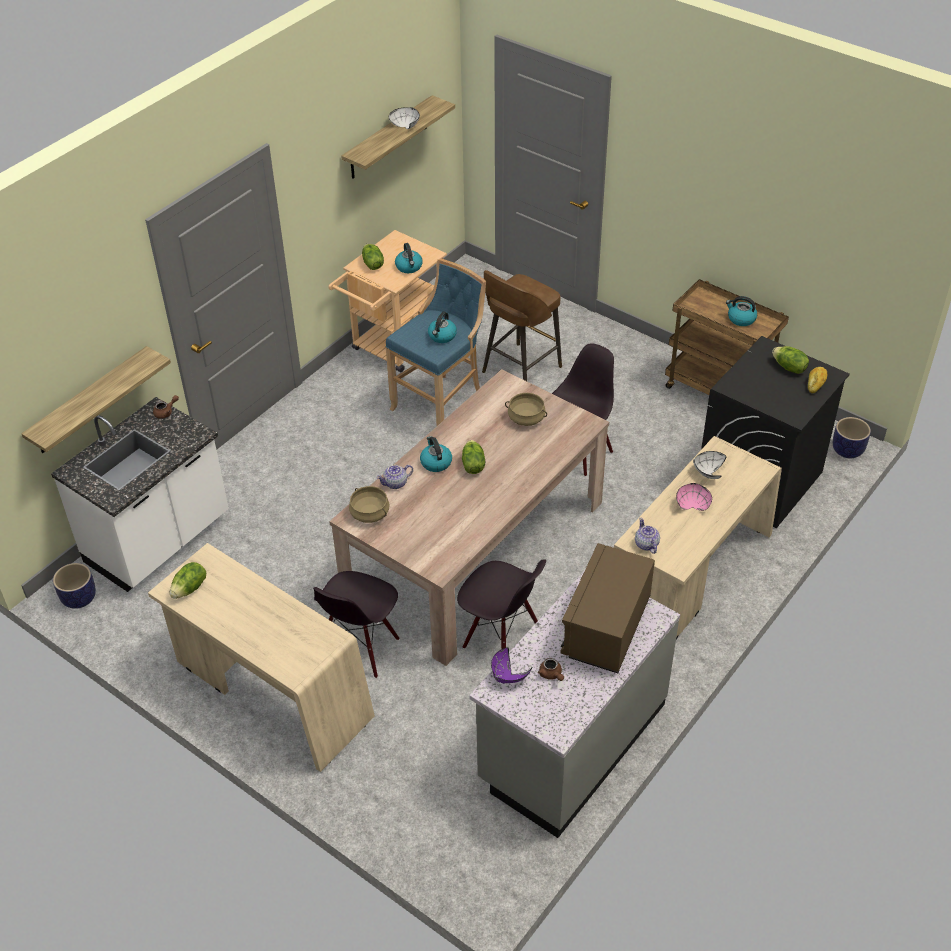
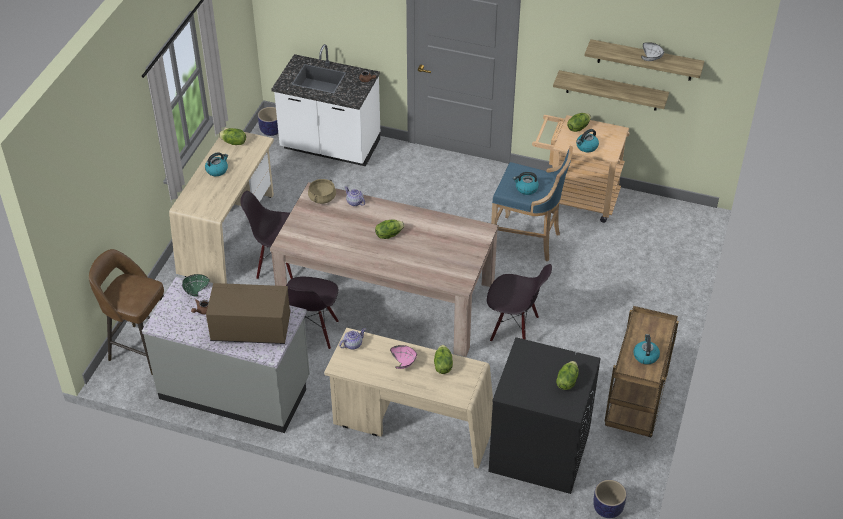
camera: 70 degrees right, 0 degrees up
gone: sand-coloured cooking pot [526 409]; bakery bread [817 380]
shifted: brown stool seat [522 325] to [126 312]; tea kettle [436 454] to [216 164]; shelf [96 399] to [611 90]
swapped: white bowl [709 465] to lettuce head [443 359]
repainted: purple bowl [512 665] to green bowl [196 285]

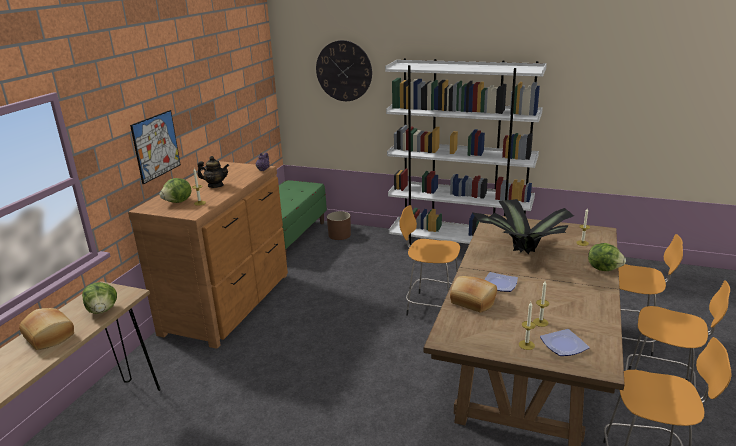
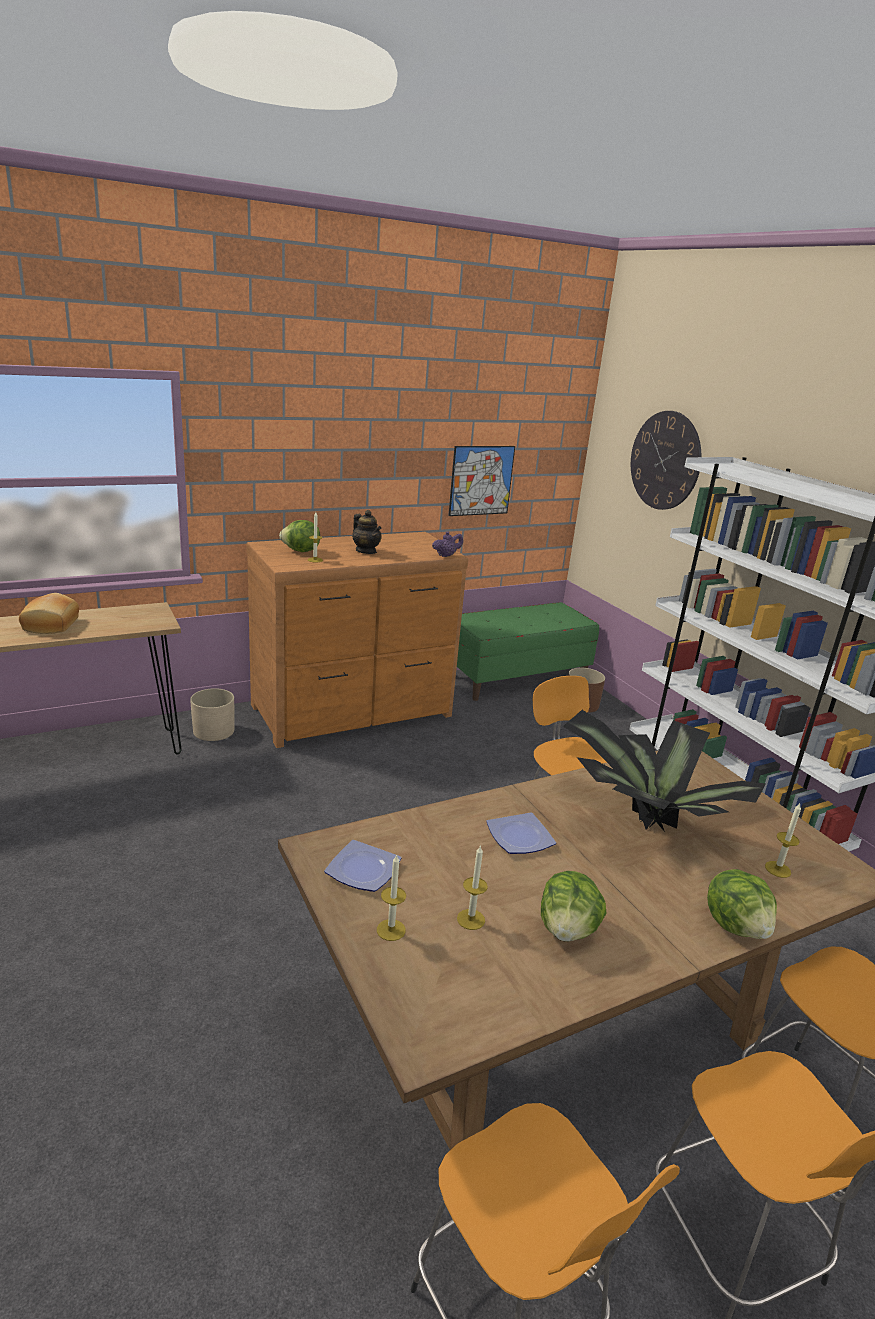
camera: 40 degrees right, 0 degrees up
gone: bakery bread [473 294]
new: sand-coloured planter [212 714]
shifted: flat dish [565 342] to [363 866]; picture [155 147] to [481 481]; lettuce head [99 298] to [574 906]

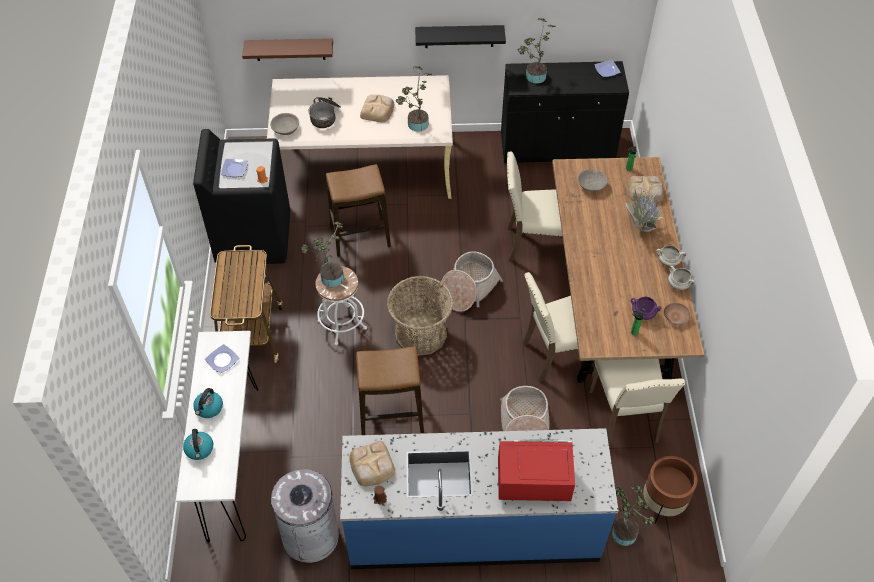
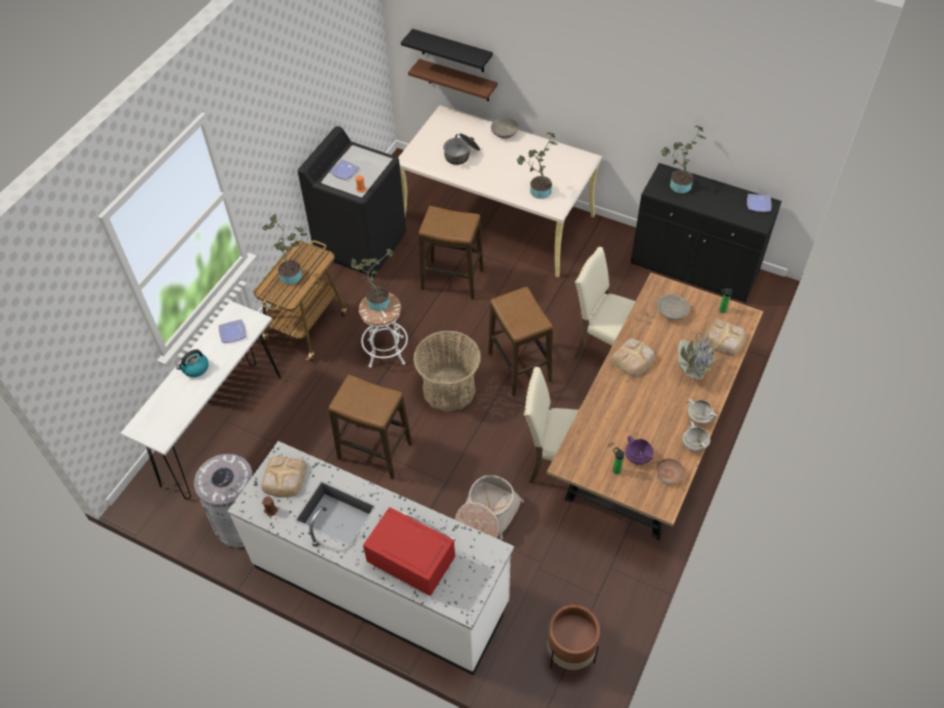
camera: 30 degrees right, 0 degrees up
gone: tea kettle [198 444]; sand-coloured upright chair [636 403]
shifted: plant in a pot [633 515] to [284 249]; black shelf [460 36] to [447 50]; greyish bowl [284 124] to [505 128]; bakery bread [377 108] to [633 357]
swapped: basket [471 281] to stool seat [520 341]
repainted: bluish counter [479 498] to white counter [370 558]

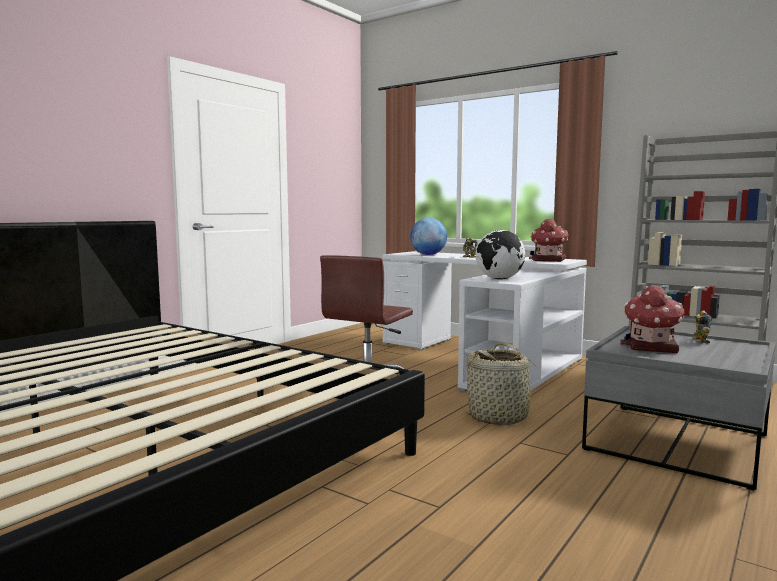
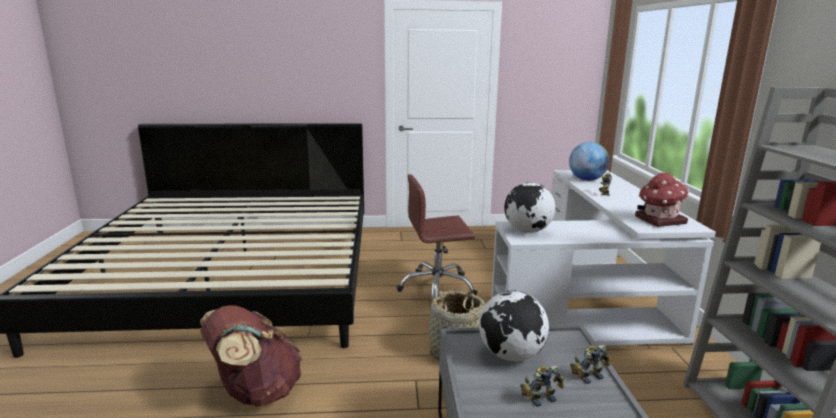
camera: 50 degrees right, 10 degrees up
new: brown knapsack [251 356]; toy robot [542 386]
swapped: miniature house [652 319] to world globe [514 325]

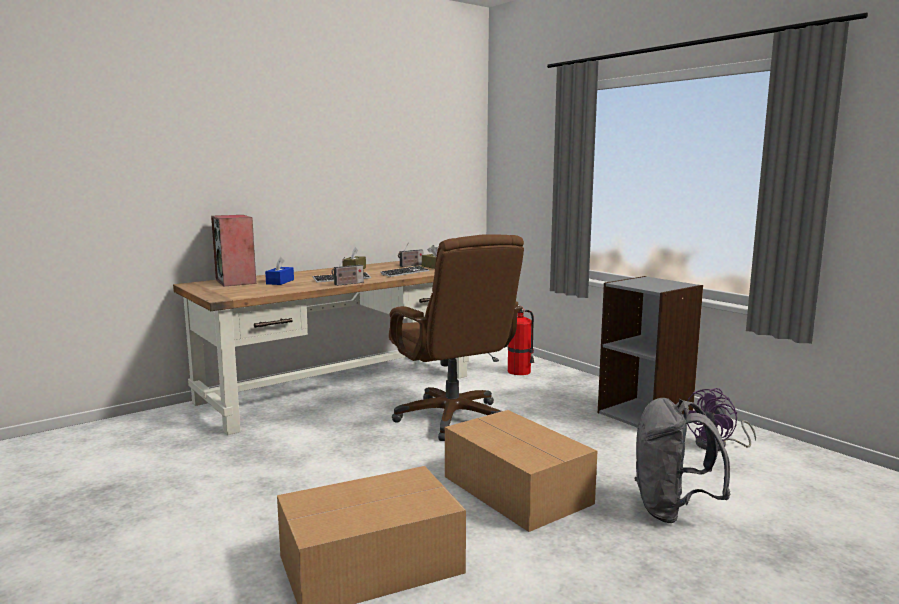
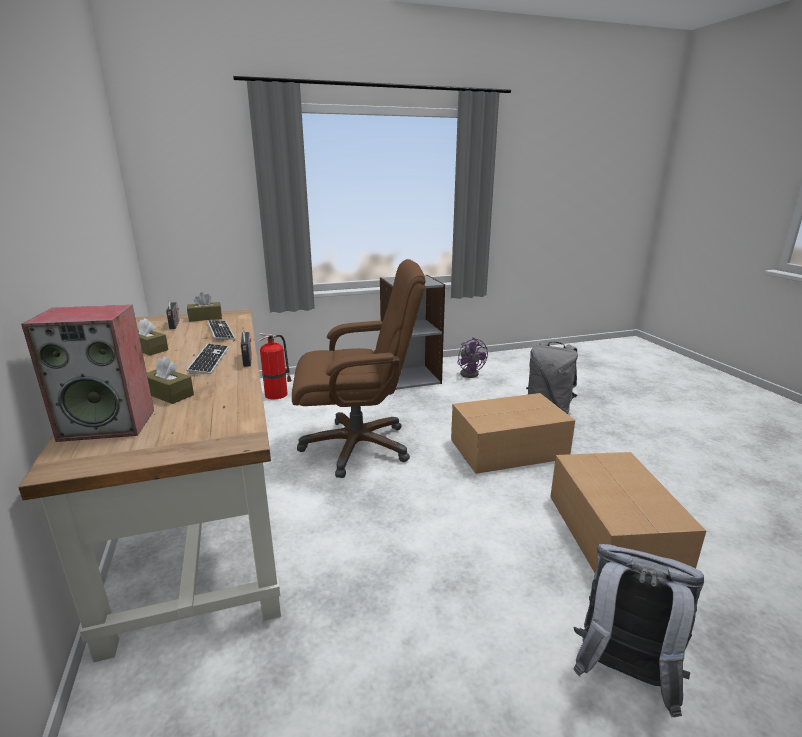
camera: 70 degrees left, 10 degrees up
new: greyish knapsack [638 630]
repainted: bluish tissue box [279 271] to brown tissue box [170 380]

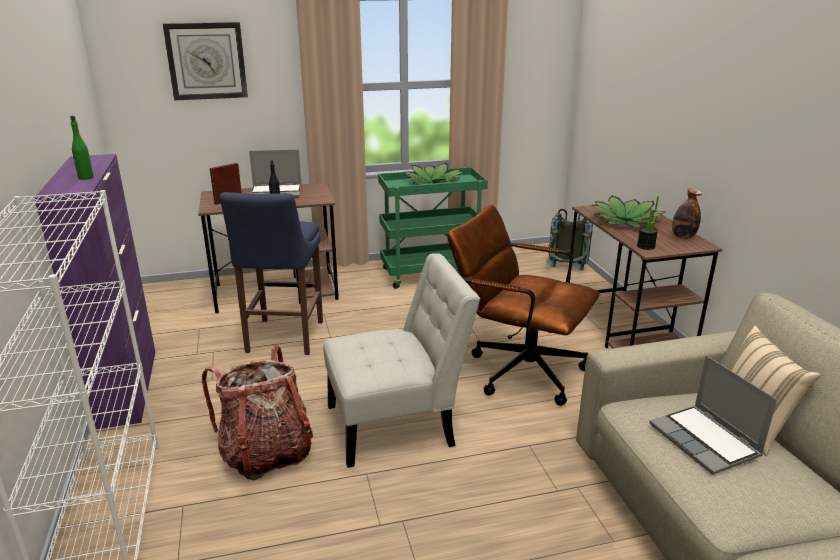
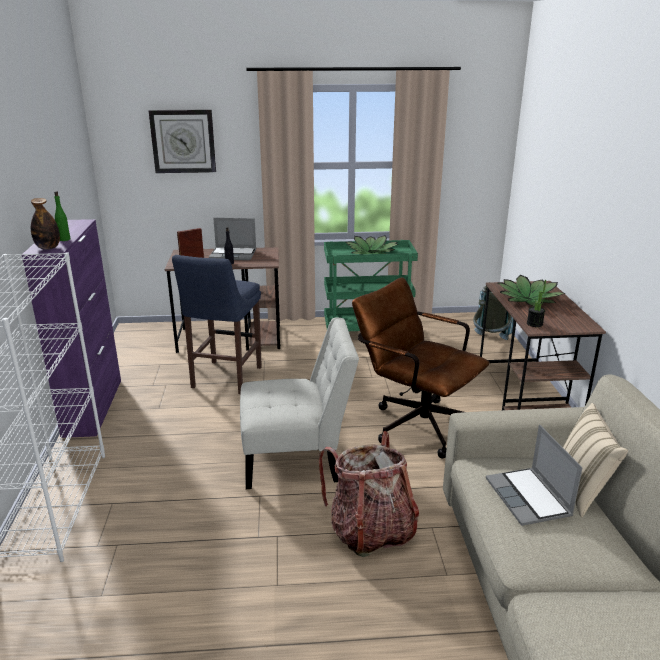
camera: 10 degrees right, 0 degrees up
shifted: beverage bottle [687 213] to [45 224]; knapsack [258 412] to [369 494]

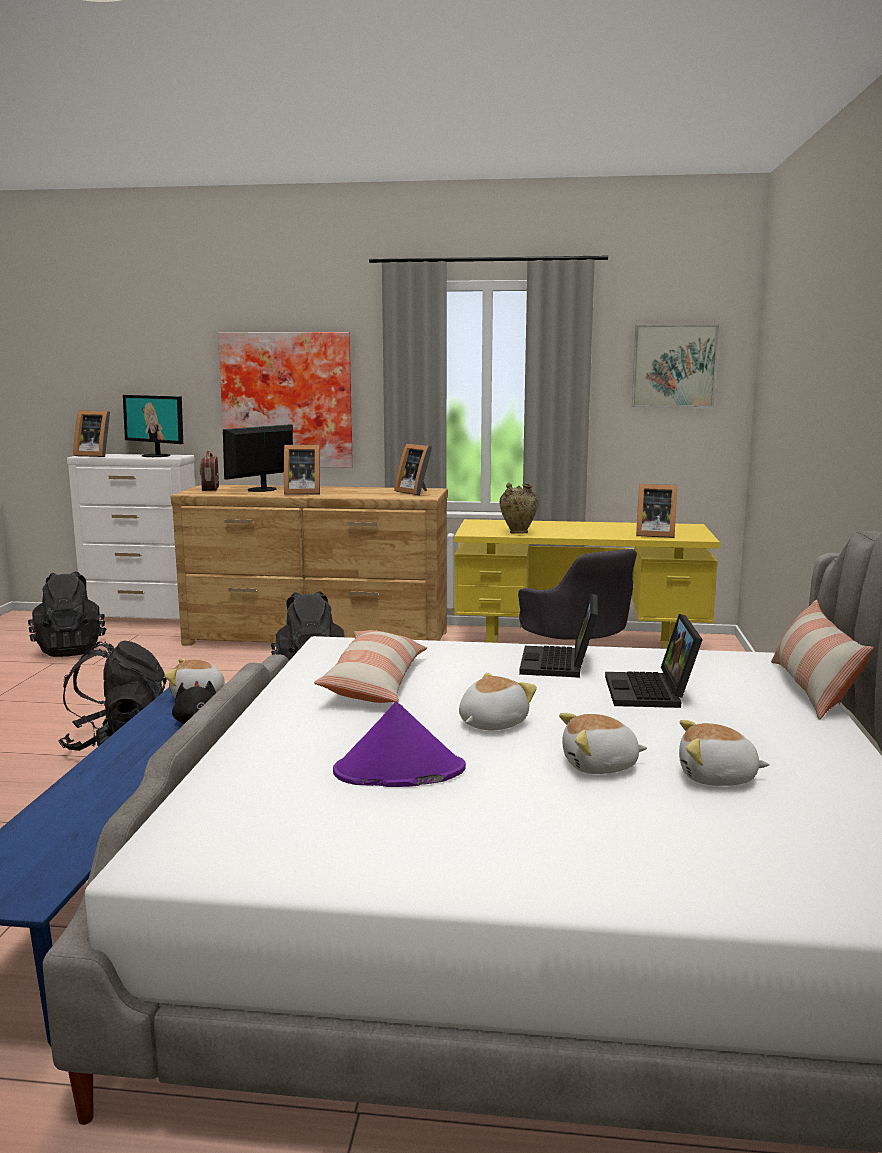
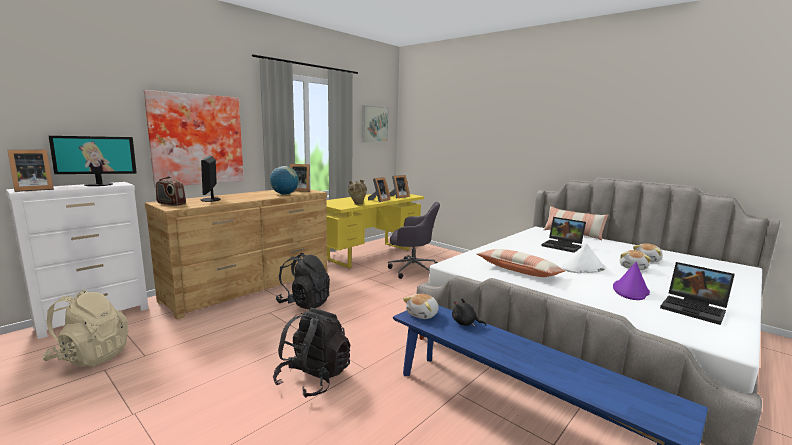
camera: 55 degrees left, 0 degrees up
new: world globe [284 180]
shifted: standing frame [302 470] to [379 189]; portable computer [558 636] to [697 293]
swapped: cuddly toy [498 701] to white wearable hat [584 258]
repainted: black knapsack [67 614] to sand-coloured knapsack [85 328]

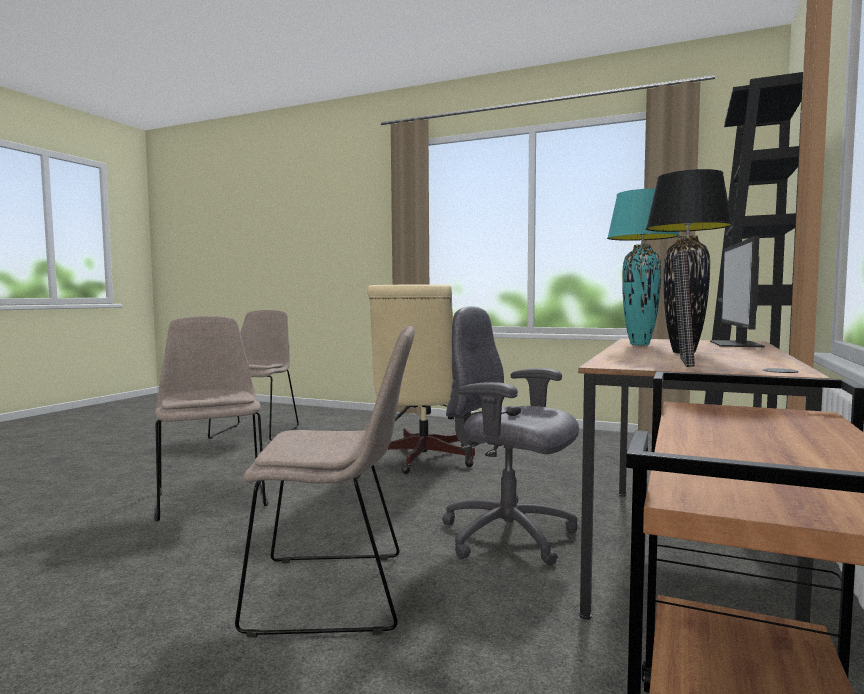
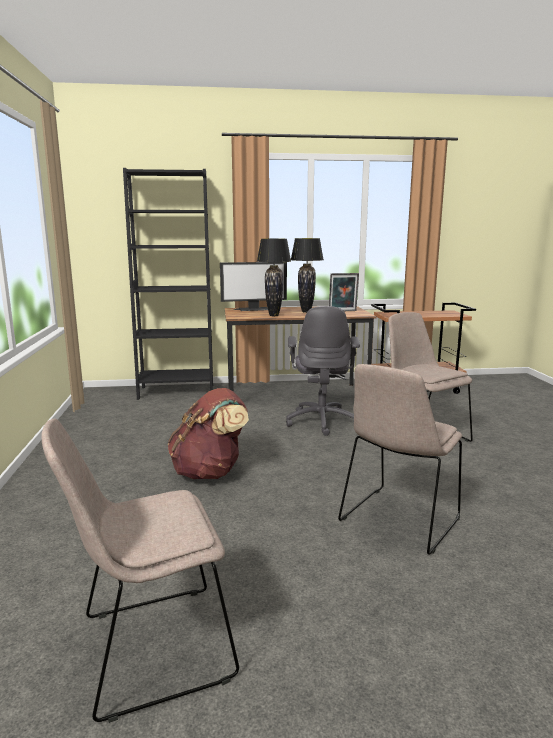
camera: 120 degrees left, 10 degrees up
swapped: sand-coloured desk chair [421 379] to brown knapsack [208 433]
repainted: turquoise lamp for a table [643 267] to black lamp for a table [274 277]

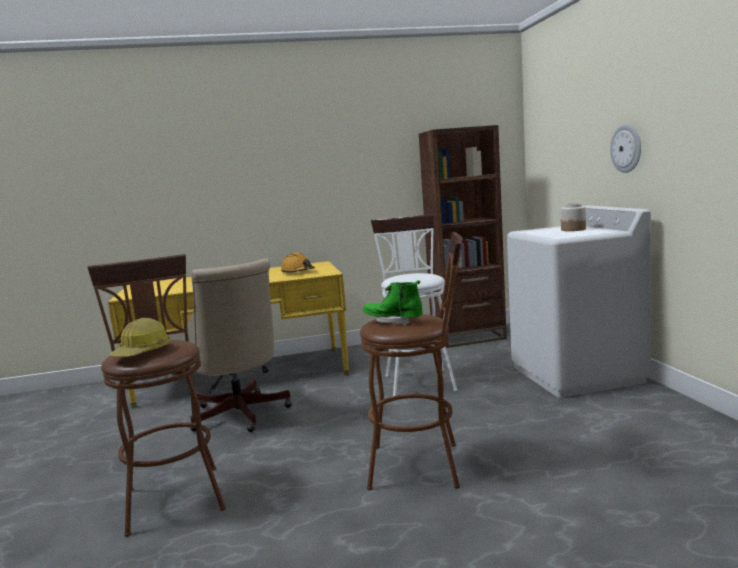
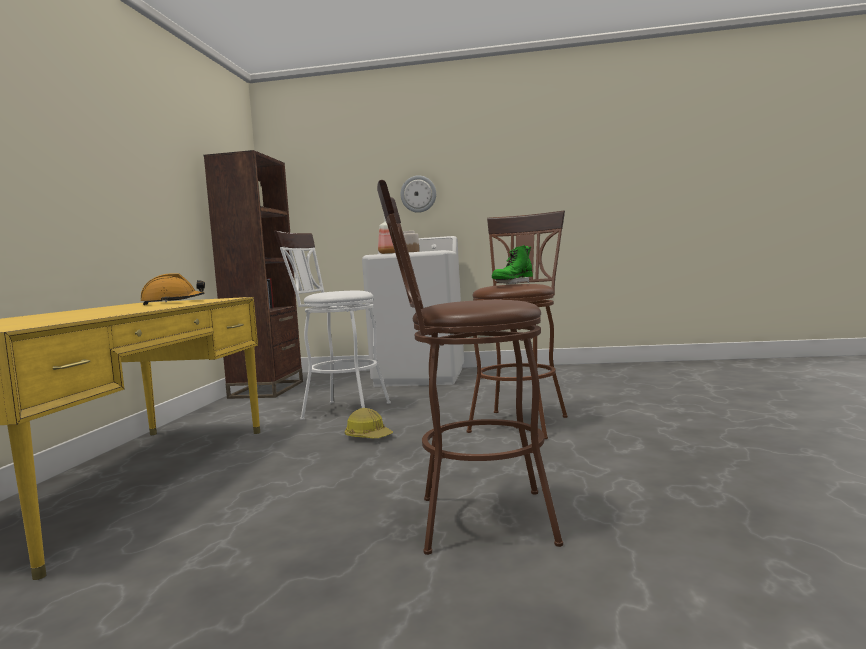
camera: 70 degrees left, 5 degrees down
gone: sand-coloured desk chair [241 345]
new: beverage bottle [386 235]
shifted: hard hat [140 337] to [369 423]

